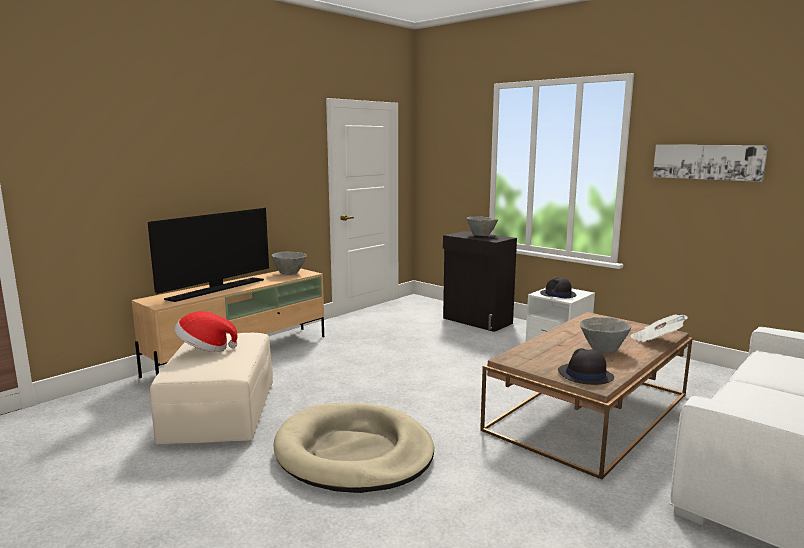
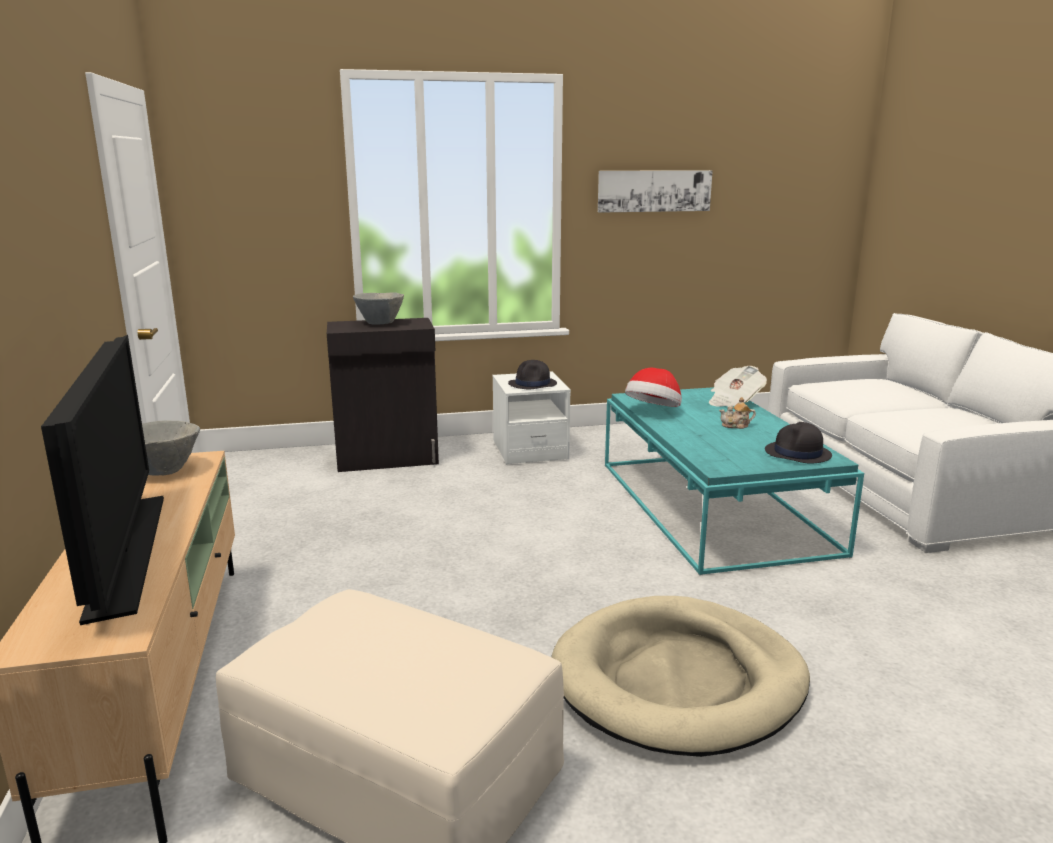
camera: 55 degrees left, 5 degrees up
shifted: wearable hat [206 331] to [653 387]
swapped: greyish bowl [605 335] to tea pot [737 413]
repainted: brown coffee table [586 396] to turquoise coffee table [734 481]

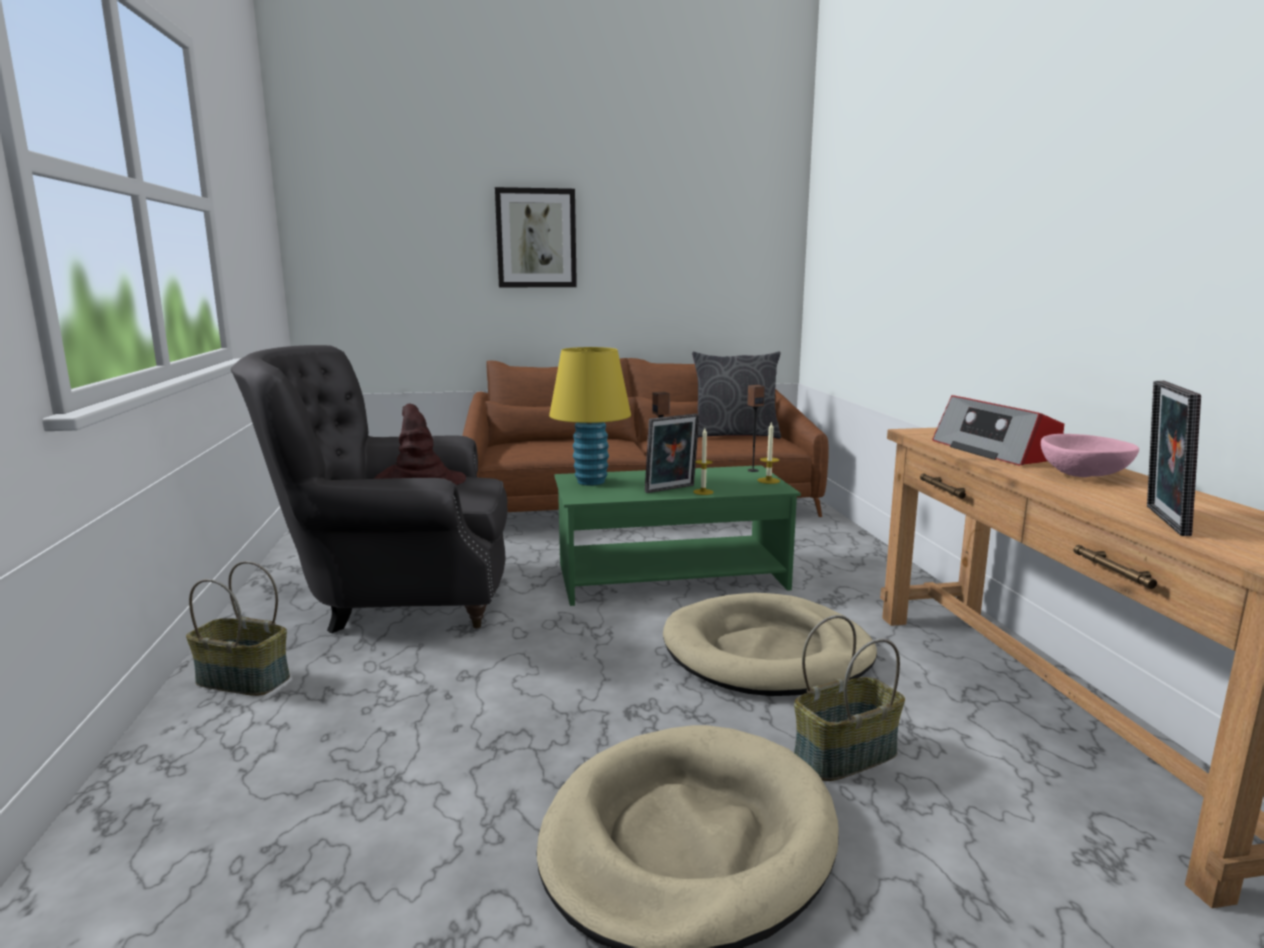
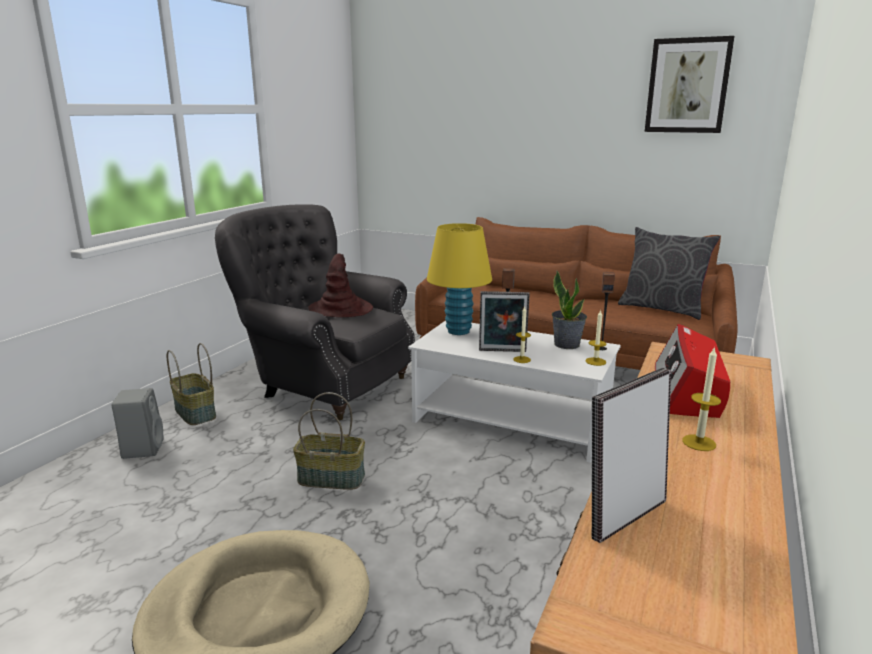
camera: 35 degrees right, 5 degrees up
gone: sand-coloured dog cushion [770 644]
new: greyish audio speaker [138 423]; plant in a pot [569 310]
shifted: basket [849 698] to [329 441]; picture [536 237] to [689 84]
swapped: pink-coloured bowl [1090 455] to candle [701 398]
repainted: green coffee table [677 535] to white coffee table [514 391]

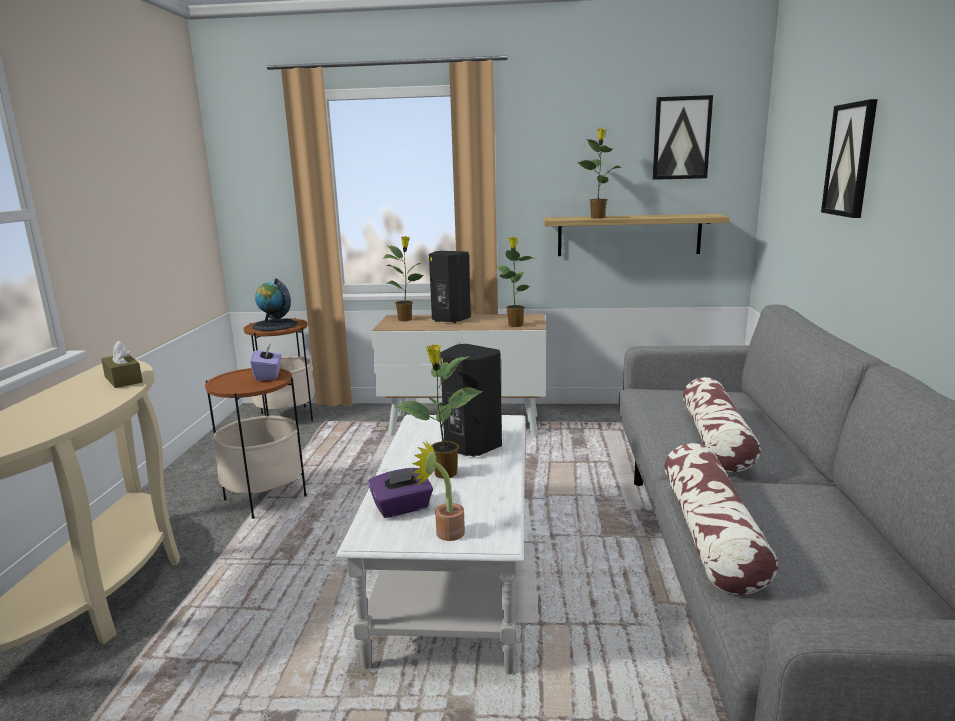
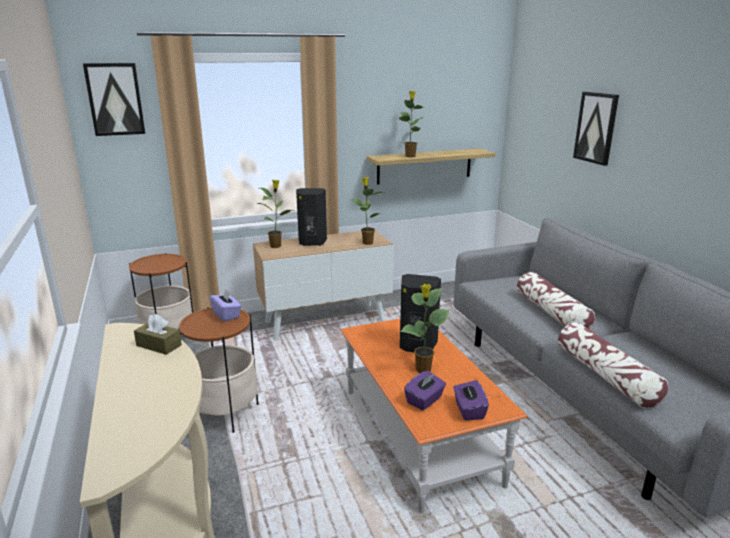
camera: 25 degrees left, 5 degrees up
gone: world globe [274 304]
shifted: picture [683 137] to [114 99]
swapped: plant in a pot [438 490] to purple tissue box [471 400]
repainted: white coffee table [430 544] to orange-coloured coffee table [434 416]

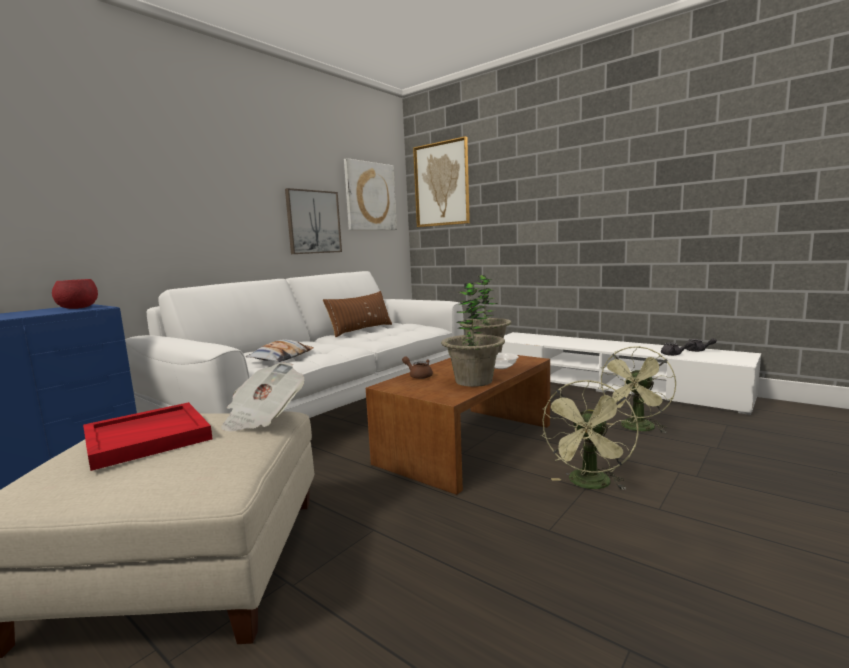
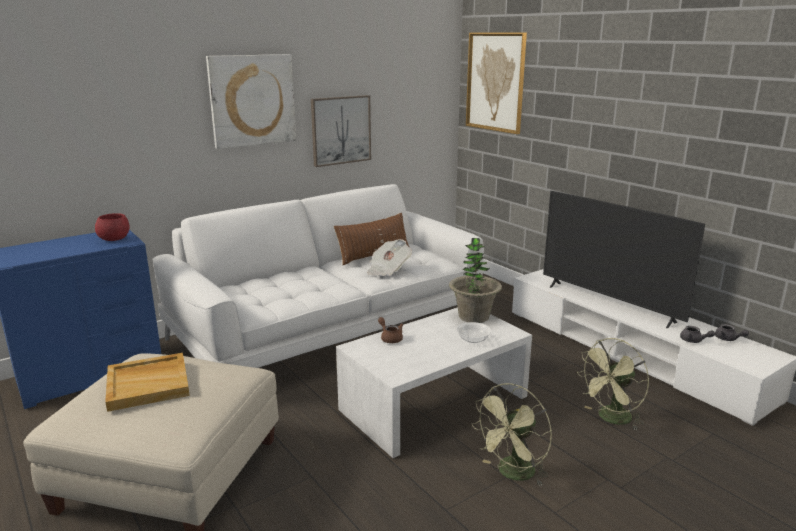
camera: 15 degrees right, 10 degrees up
gone: throw pillow [280 350]; plant in a pot [473 335]
new: TV [624 259]
shifted: picture [370 194] to [251 101]; newspaper [262 397] to [389 257]
repainted: red carrying tray [148 436] to sand-coloured carrying tray [147 382]; brown coffee table [458 425] to white coffee table [434 382]

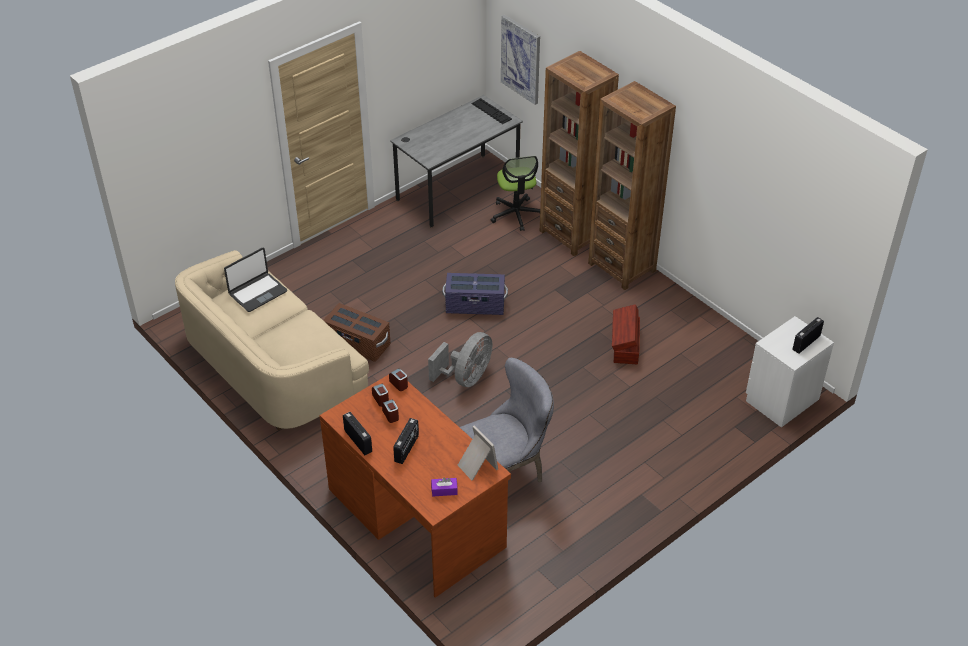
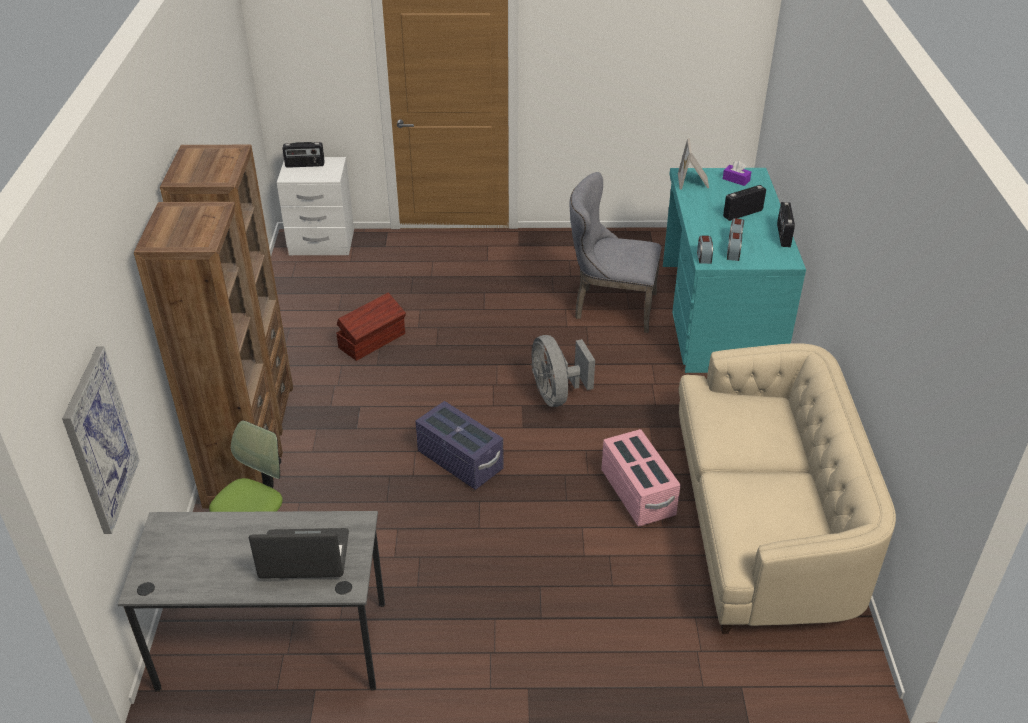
camera: 140 degrees left, 5 degrees down
gone: PC keyboard [491 111]
shifted: portable computer [255 280] to [299 553]
repainted: brown storage box [357 332] to pink-coloured storage box [641 478]; brown desk [415 486] to turquoise desk [734 270]
rotated: greyish cooling fan [460 359] = [563 371] 90 degrees counterclockwise

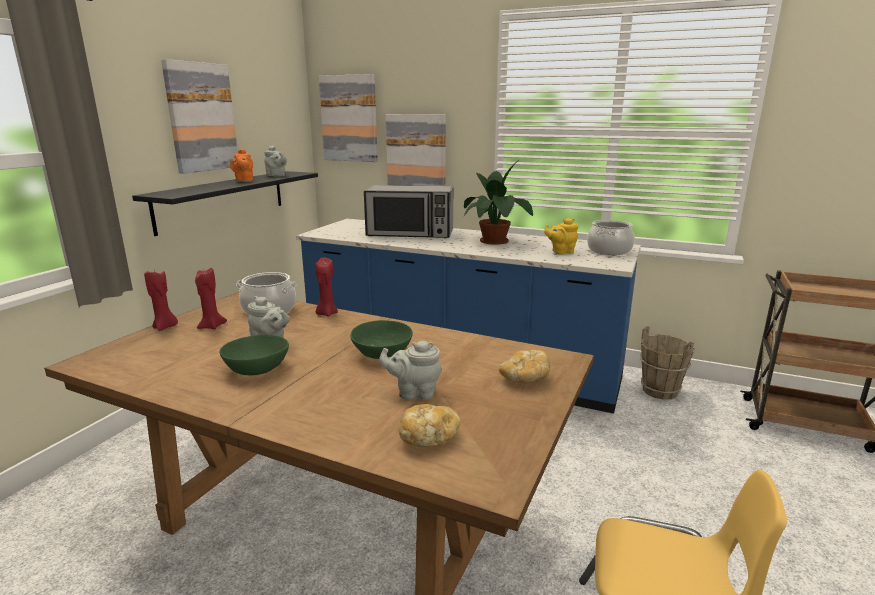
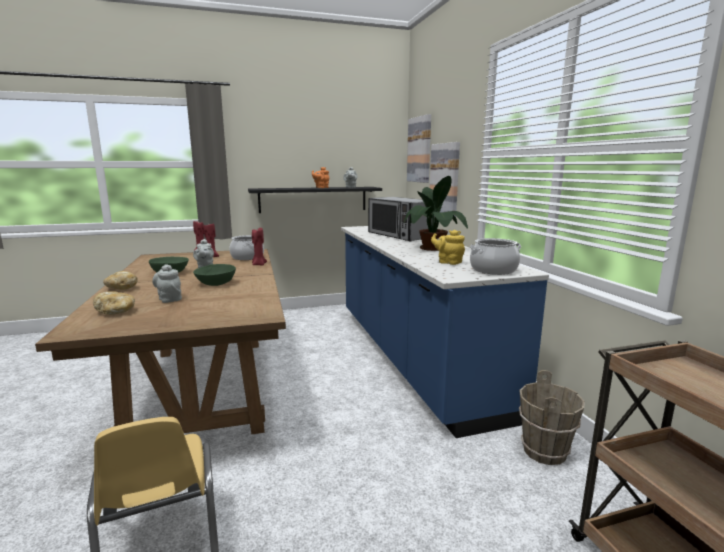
camera: 50 degrees right, 5 degrees down
gone: picture [199 116]
shifted: bakery bread [524 367] to [120 280]

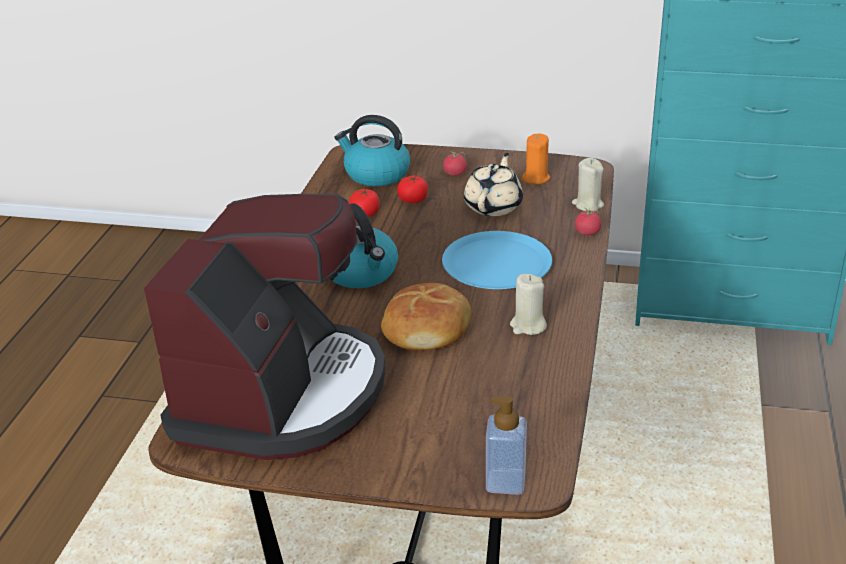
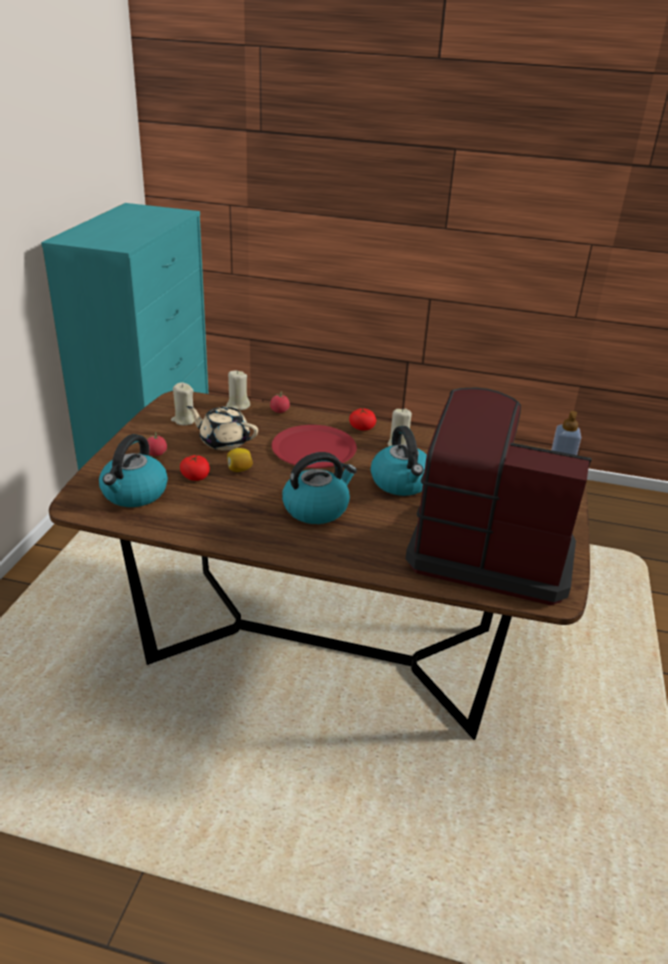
camera: 90 degrees left, 0 degrees up
new: citrus fruit [240 460]
shifted: whole tomato [364 202] to [362 419]
swapped: bakery bread [426 316] to tea kettle [399 461]
repainted: orange-coloured candle [536 159] to sand-coloured candle [183 404]; bluish flat dish [497 260] to red flat dish [314 446]

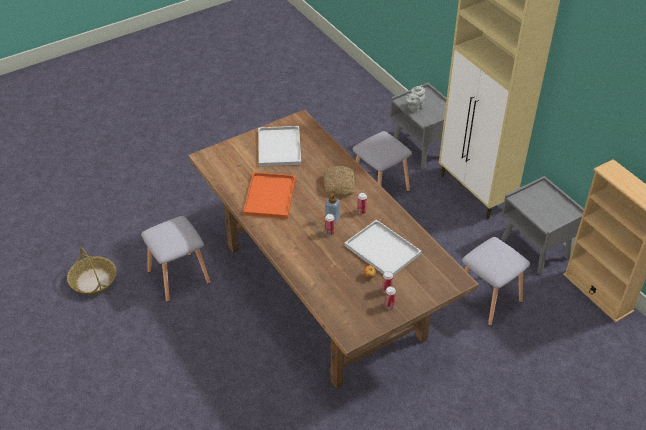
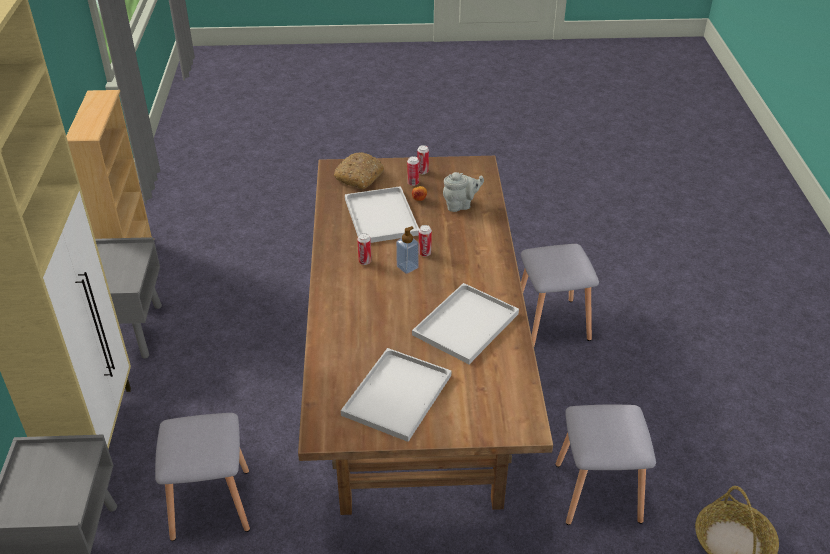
camera: 150 degrees left, 5 degrees down
shifted: bakery bread [339 181] to [359 170]; greyish tea pot [415 99] to [463 192]; greyish stool seat [496 281] to [560 295]
repainted: orange-coloured carrying tray [269 195] to white carrying tray [465 323]

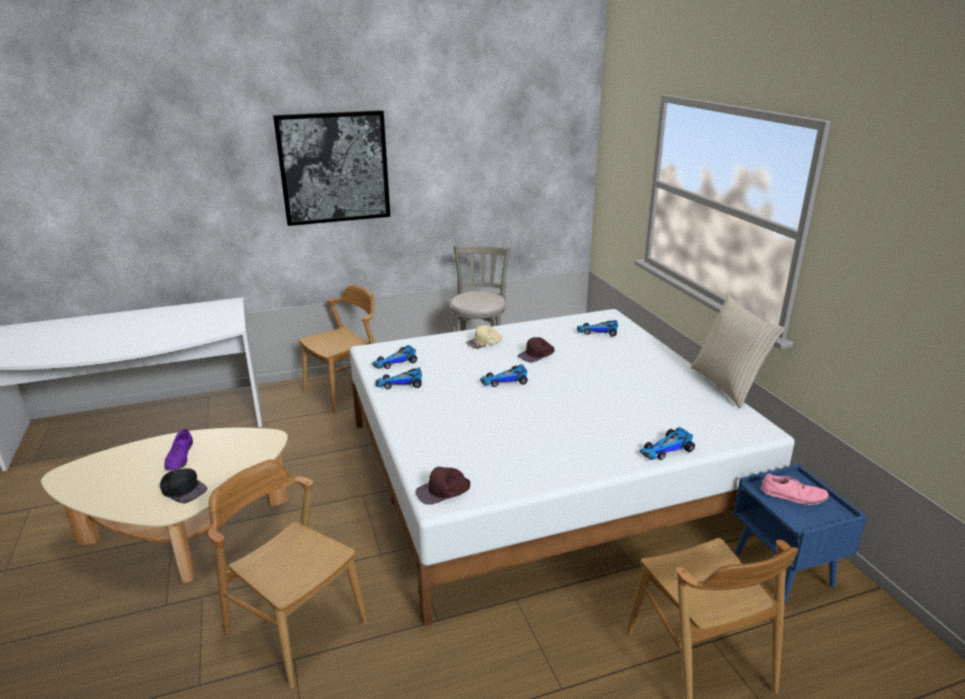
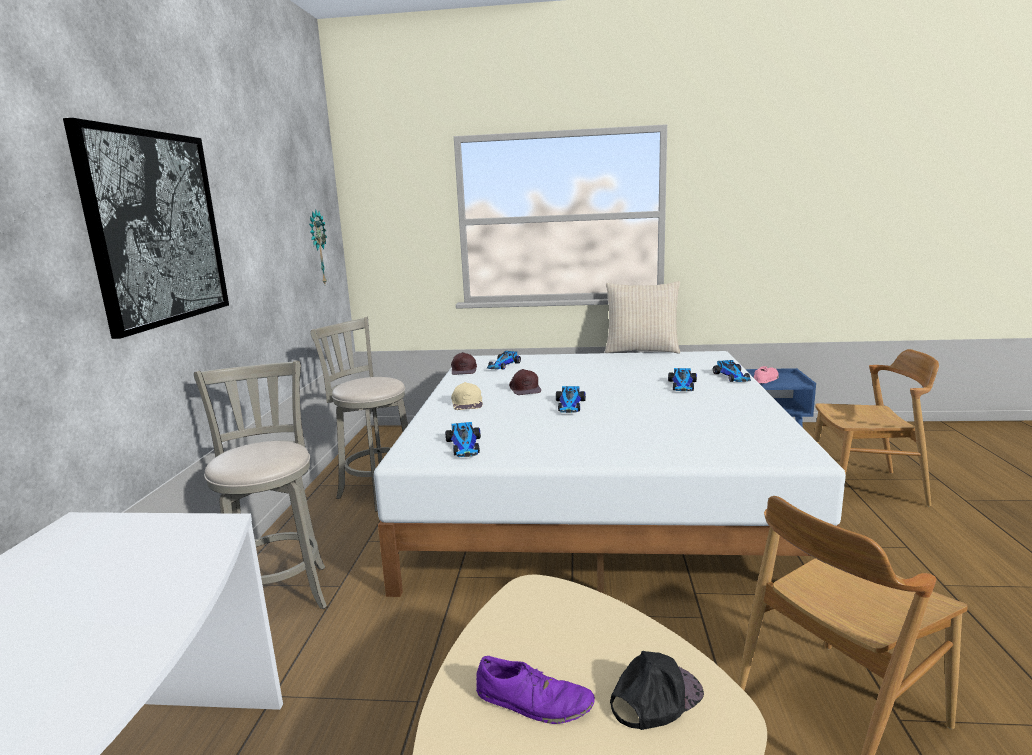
camera: 65 degrees left, 10 degrees down
new: wall clock [318 246]
shifted: brown baseball cap [442 486] to [464 363]; toy car [398 378] to [682 379]
swapped: brown upright chair [337 348] to greyish stool seat [260 484]

